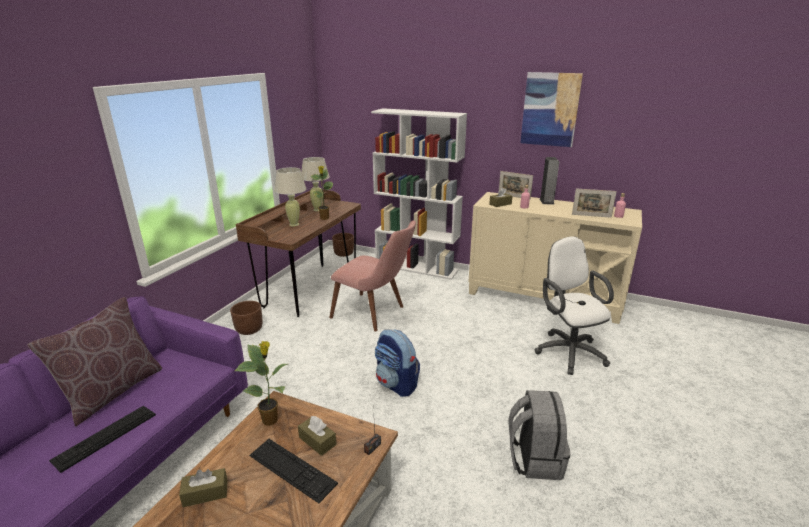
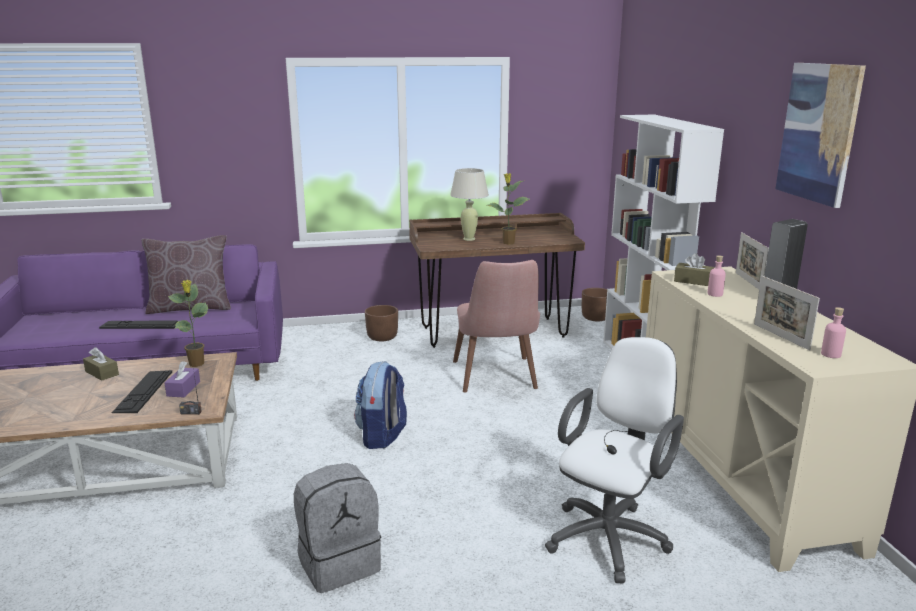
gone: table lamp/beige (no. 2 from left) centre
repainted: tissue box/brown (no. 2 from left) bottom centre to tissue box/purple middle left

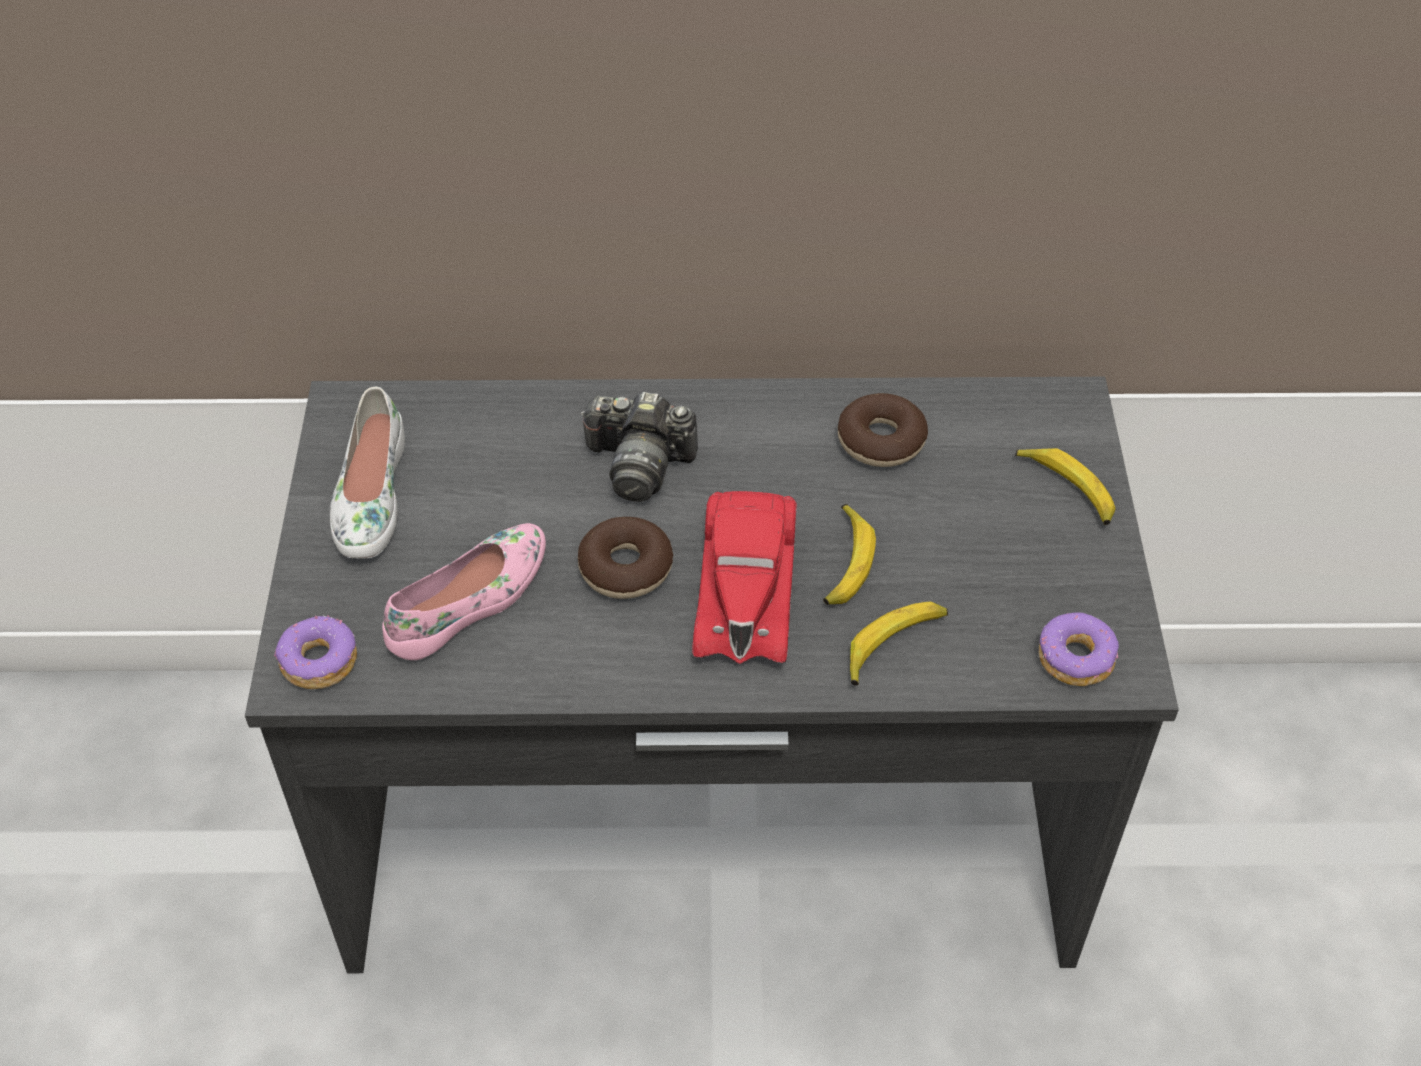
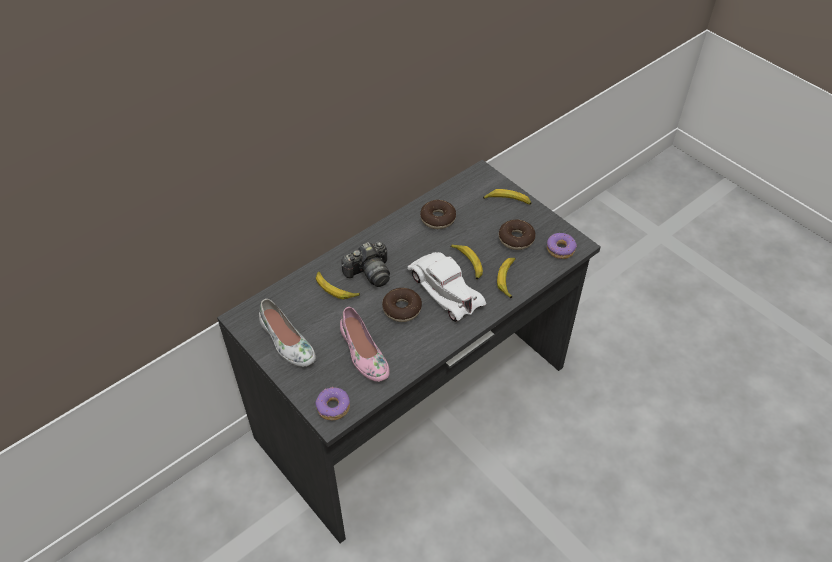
new: banana (no. 1 from left) centre; donut (no. 4 from left) centre
repainted: toy car/red centre to toy car/white centre
rotated: shoe/pink middle left = centre 150 degrees clockwise

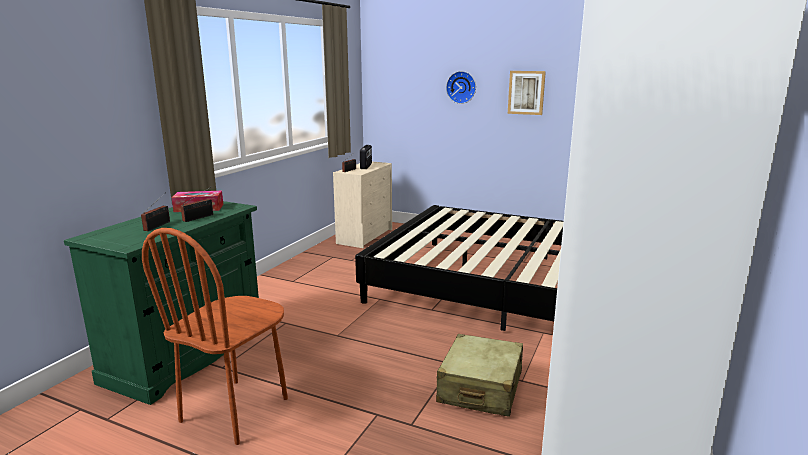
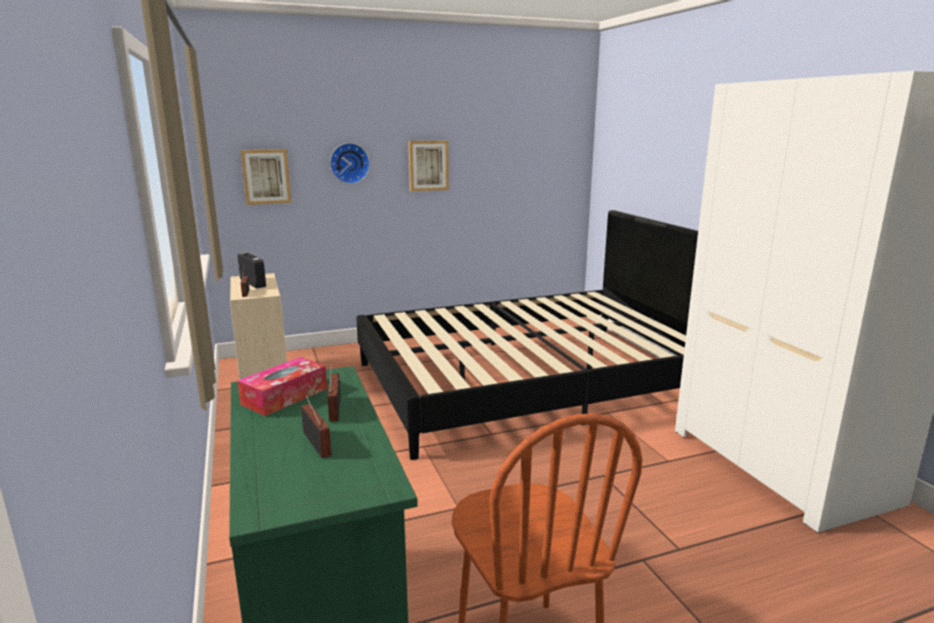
gone: suitcase/beige bottom centre
new: picture (no. 1 from left) top left

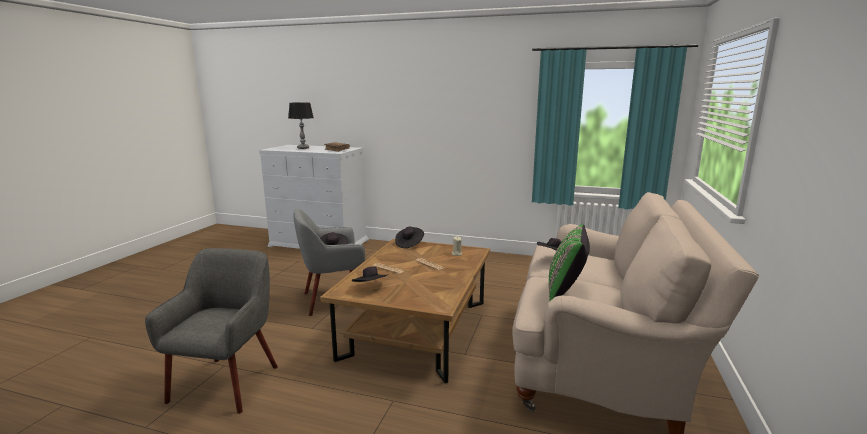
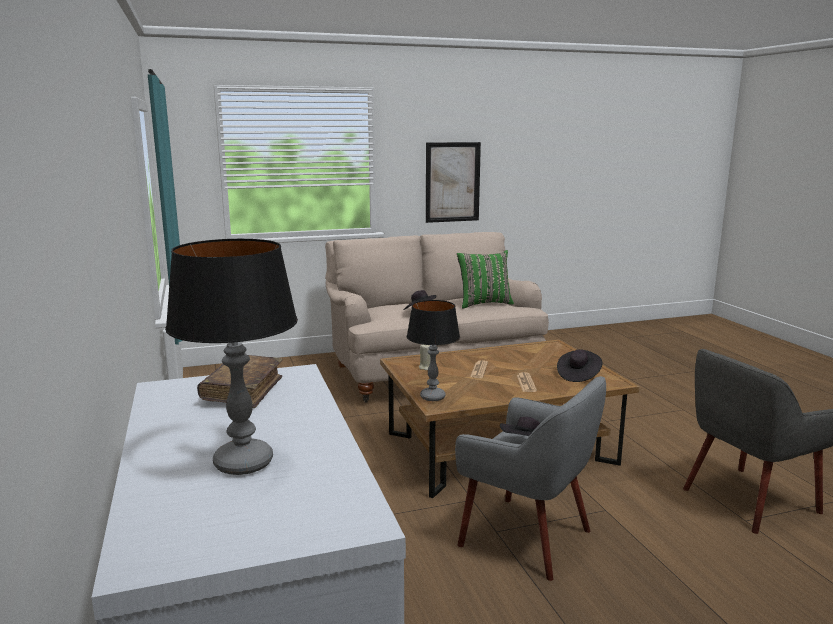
new: picture top centre
swapped: hat/black (no. 3 from left) centre to table lamp (no. 2 from left) centre

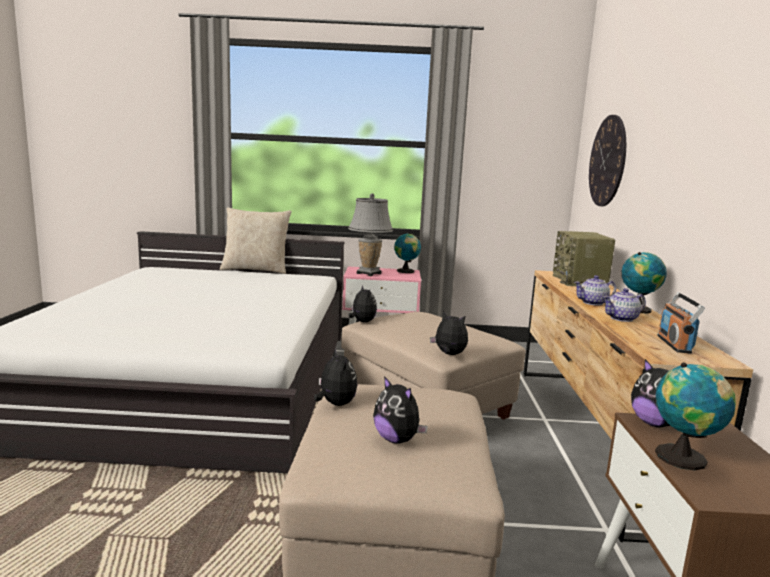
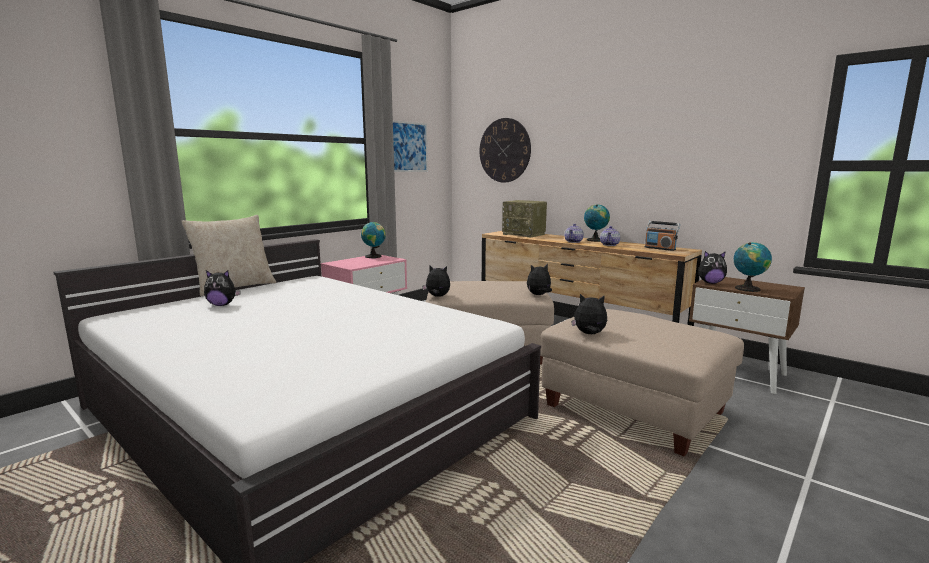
gone: table lamp/grey centre
new: picture top centre
shifted: plush toy (no. 3 from left in the first image) bottom centre to plush toy (no. 1 from left) middle left

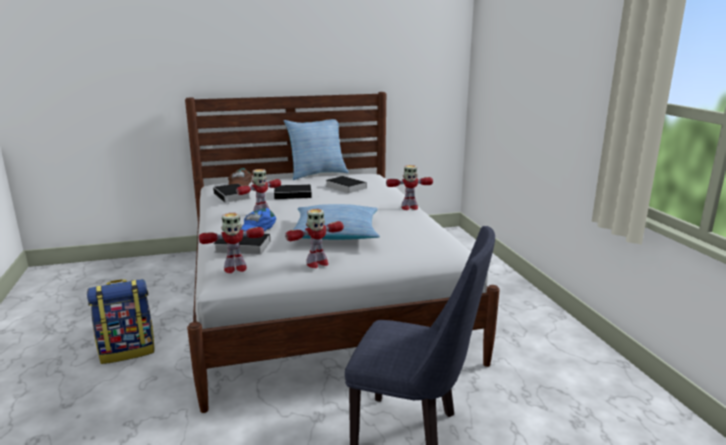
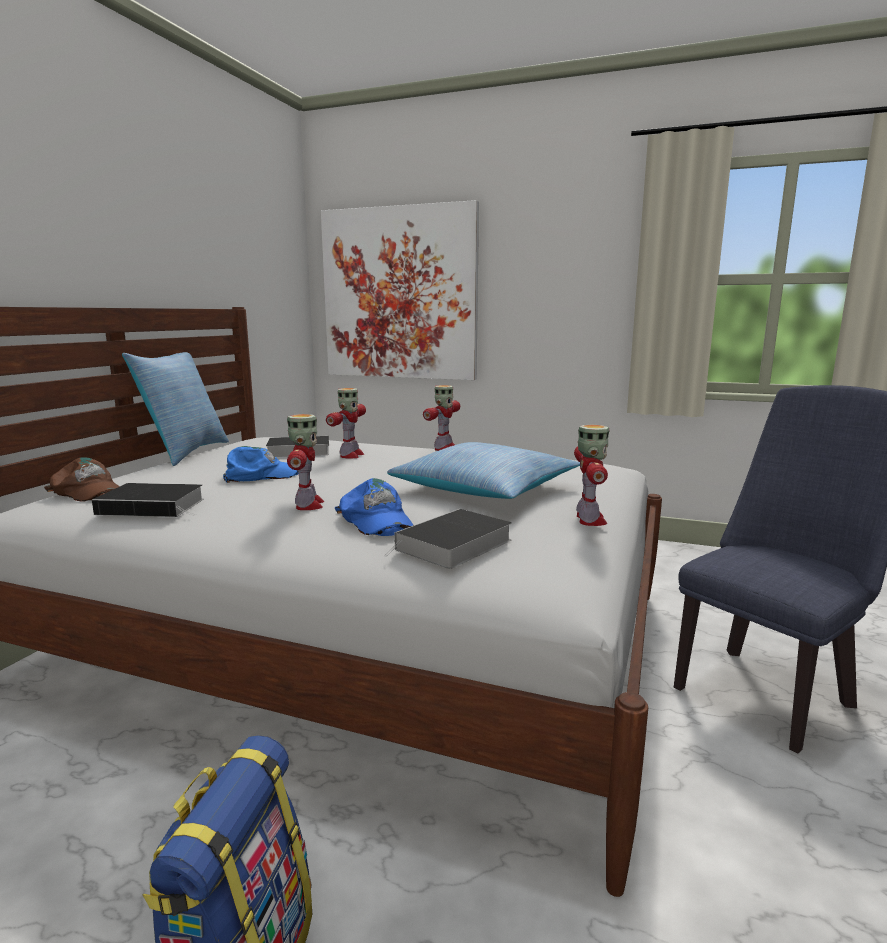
new: picture top centre
shifted: toy robot (no. 1 from left in the first image) middle left to toy robot (no. 2 from left) centre
swapped: book (no. 3 from left) centre to cap/blue (no. 1 from left) middle left

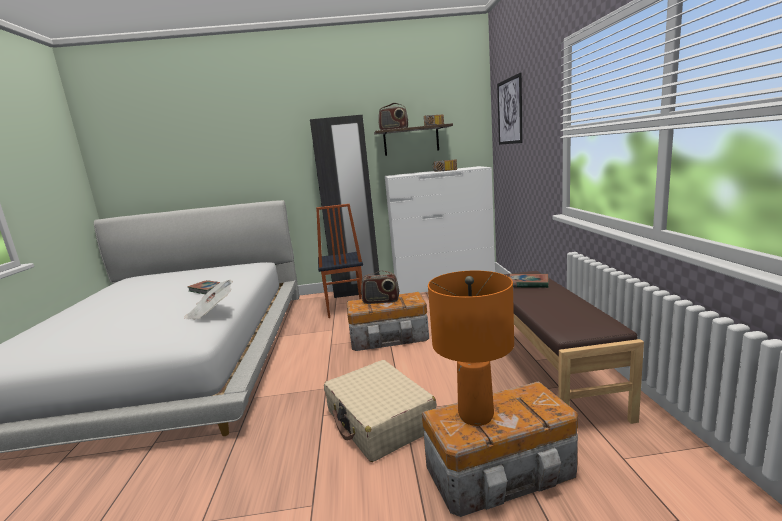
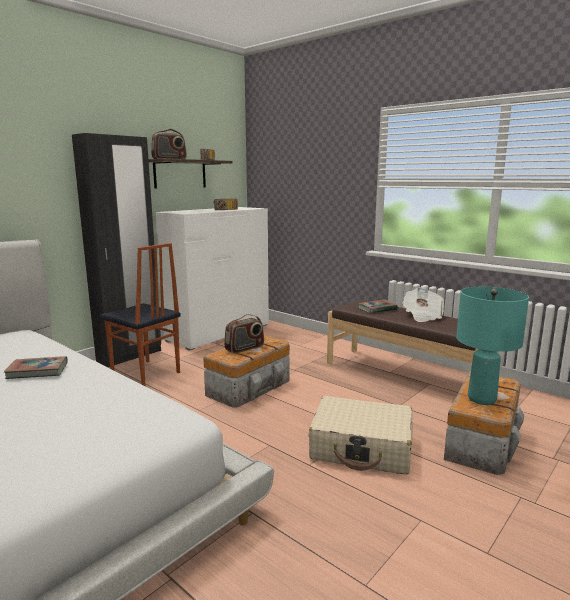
gone: picture top centre
shifted: newspaper middle left to middle right
repainted: table lamp/orange bottom centre to table lamp/turquoise middle right

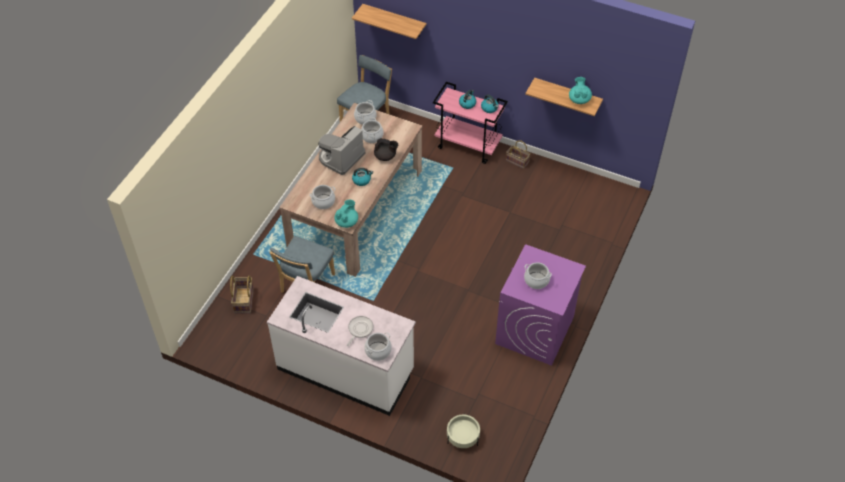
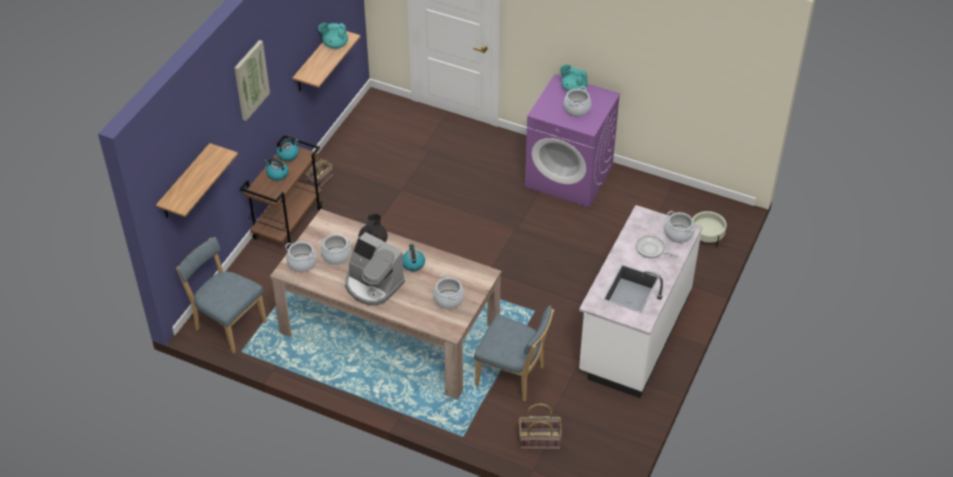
new: picture top left
shifted: teapot/turquoise (no. 1 from left in the first image) centre to teapot/turquoise (no. 2 from left) top centre
repainted: cart/pink top centre to cart/brown middle left

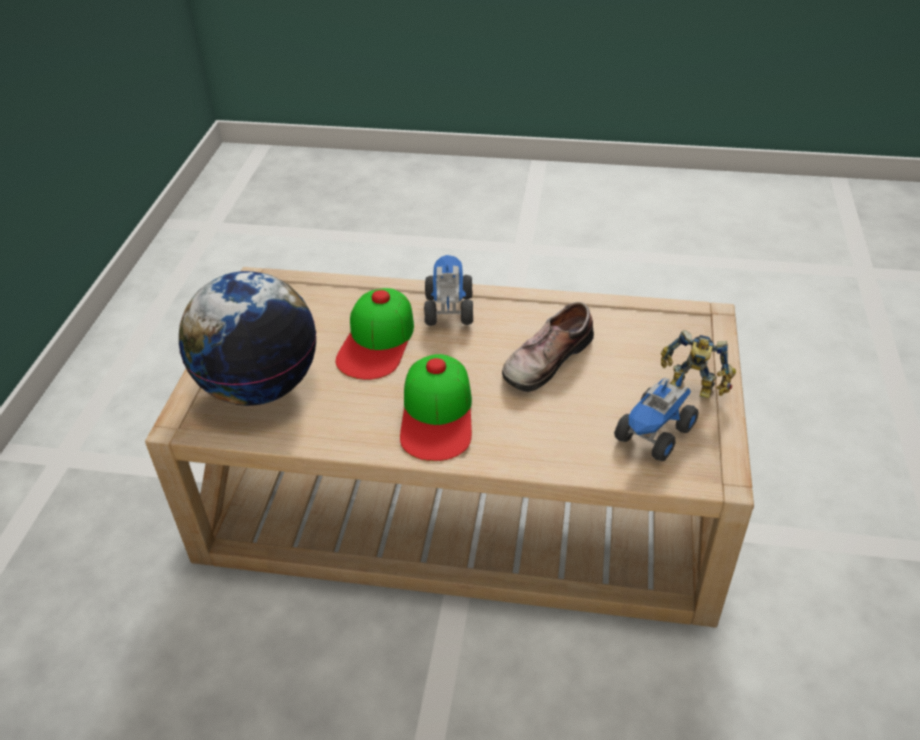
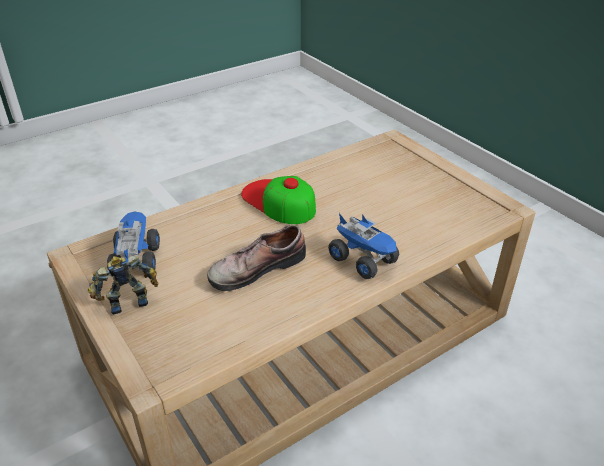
gone: globe middle left; cap (no. 1 from left) centre
rotated: shoe centre = centre 120 degrees counterclockwise

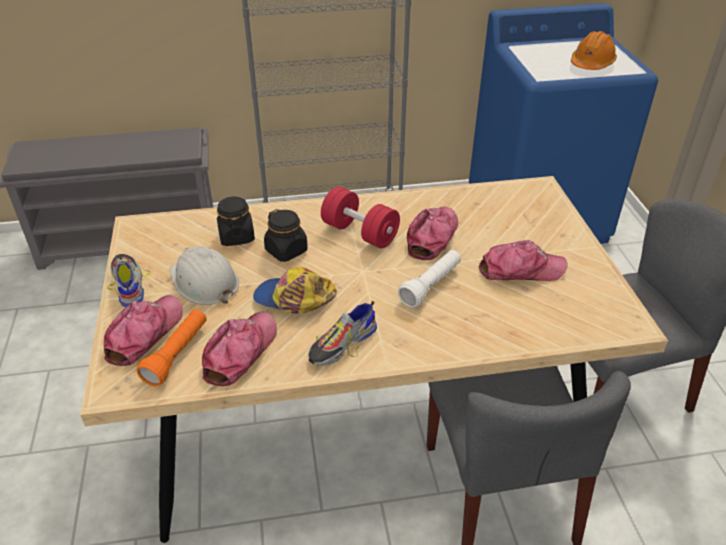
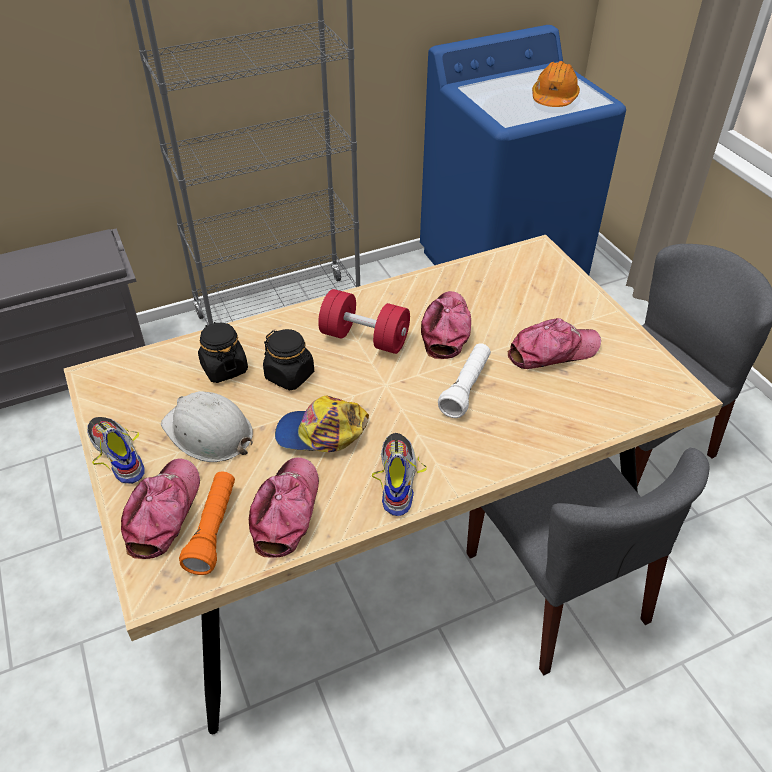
rotated: shoe (no. 2 from left) centre = centre 150 degrees clockwise

